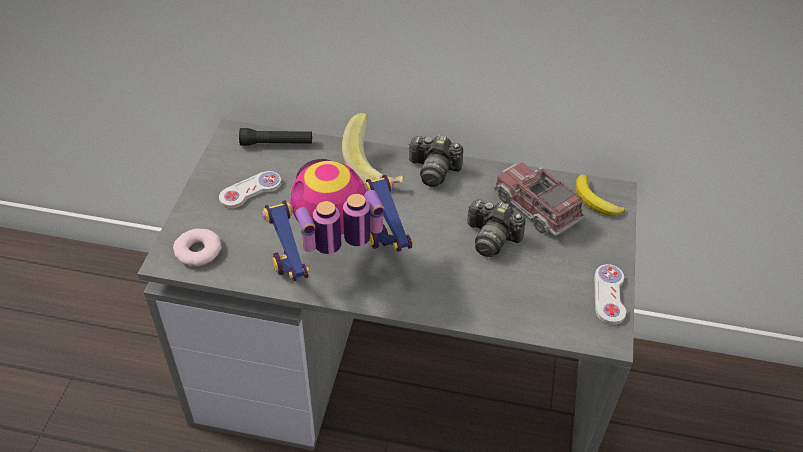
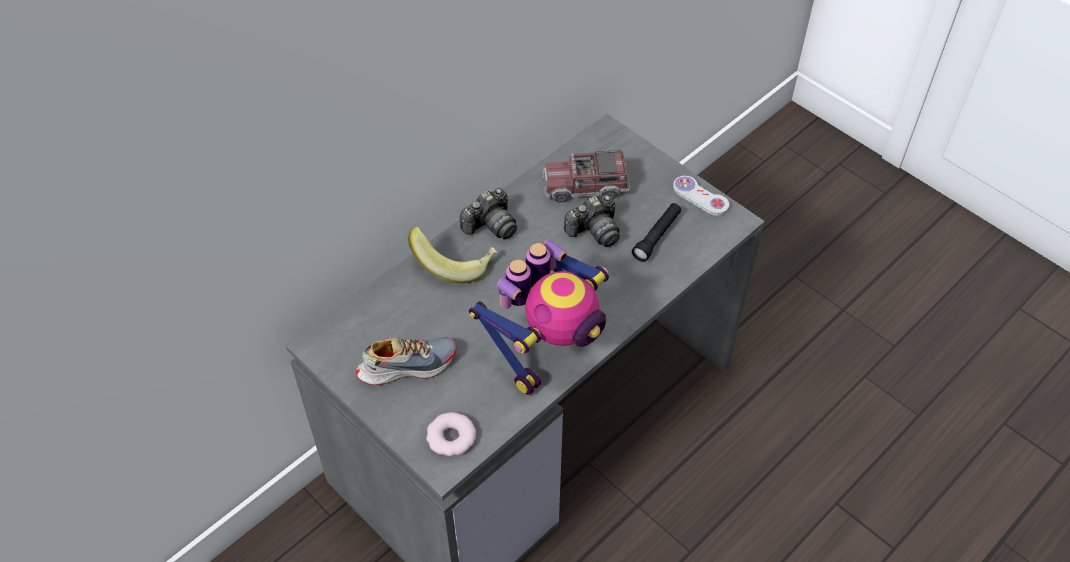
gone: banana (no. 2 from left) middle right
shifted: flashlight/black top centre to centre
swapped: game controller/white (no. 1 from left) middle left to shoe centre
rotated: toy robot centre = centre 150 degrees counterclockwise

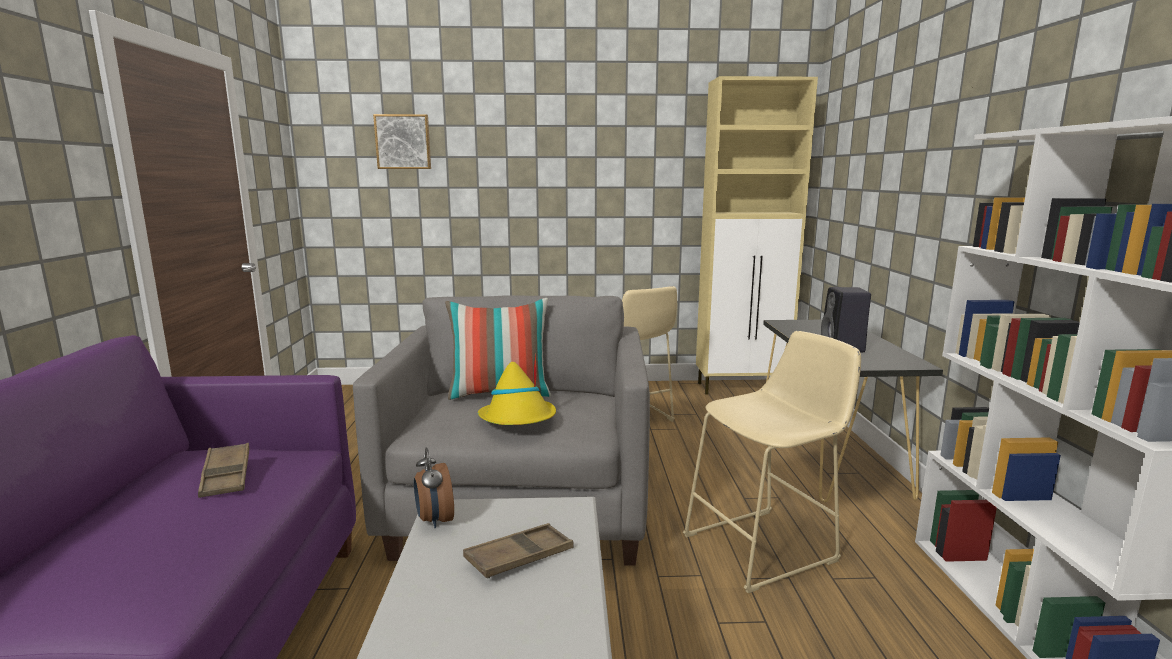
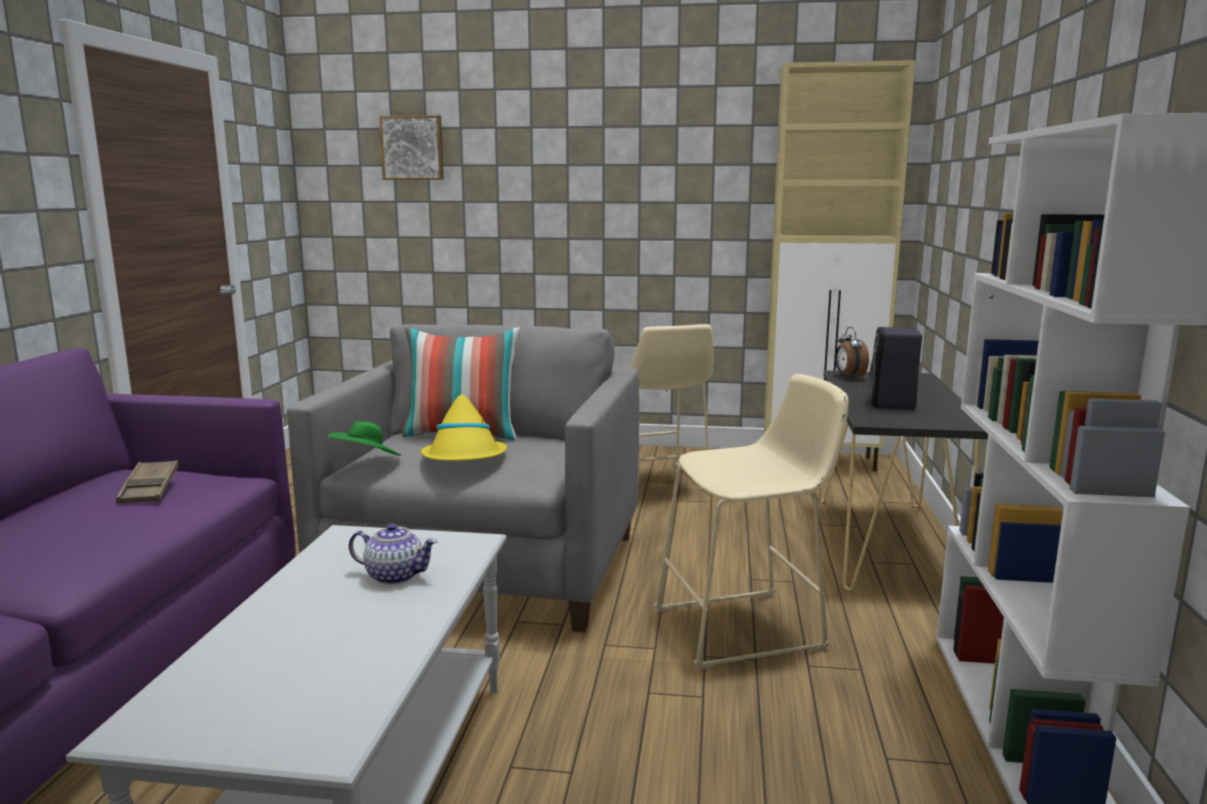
new: hat/green middle left
shifted: alarm clock bottom centre to middle right
swapped: tray/brown (no. 2 from left) bottom centre to teapot bottom left

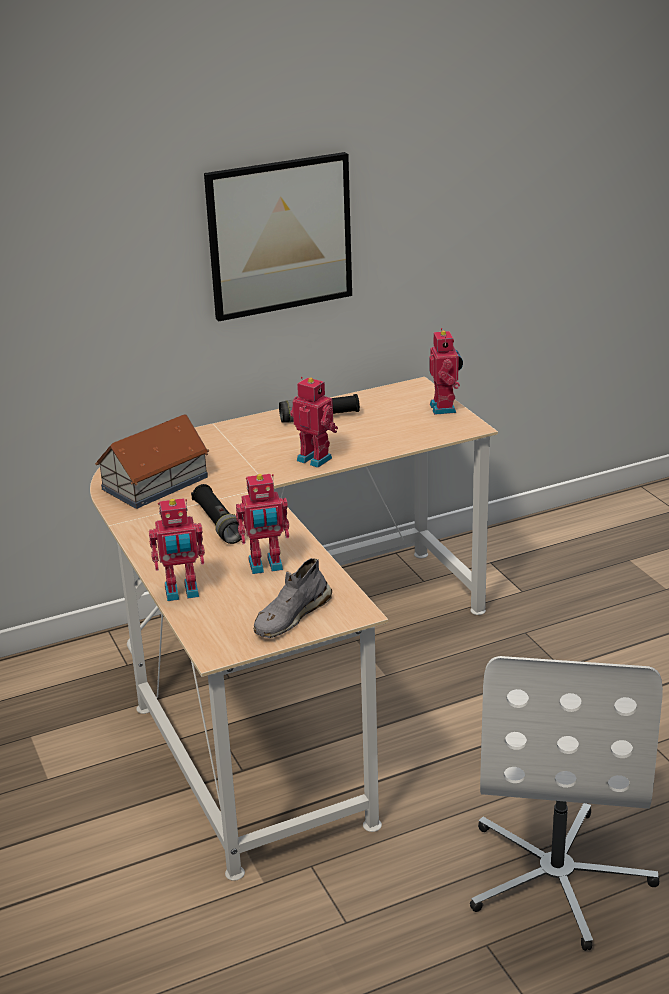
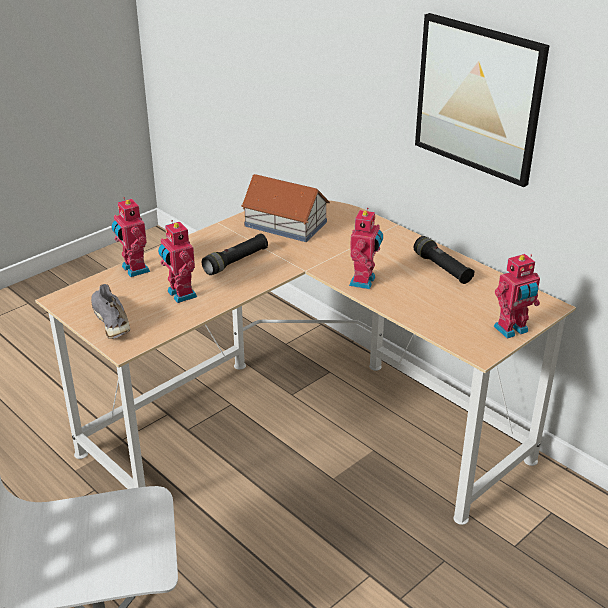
rotated: shoe/grey centre = middle left 45 degrees clockwise

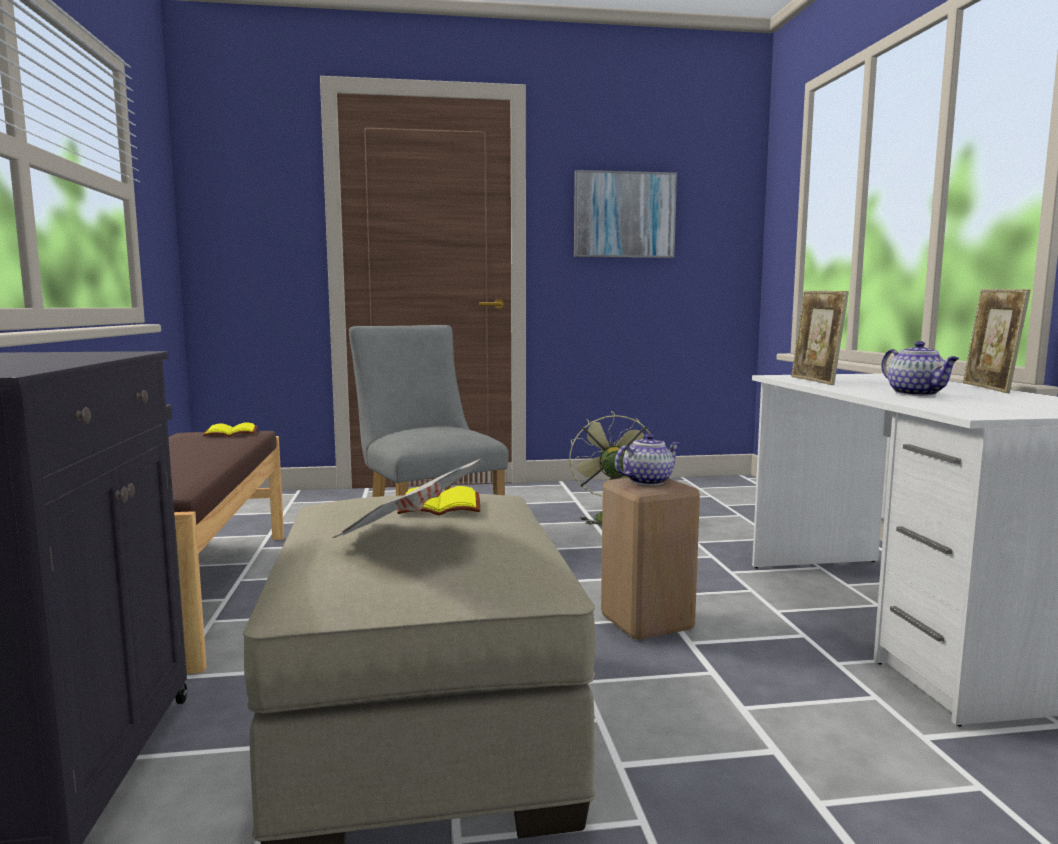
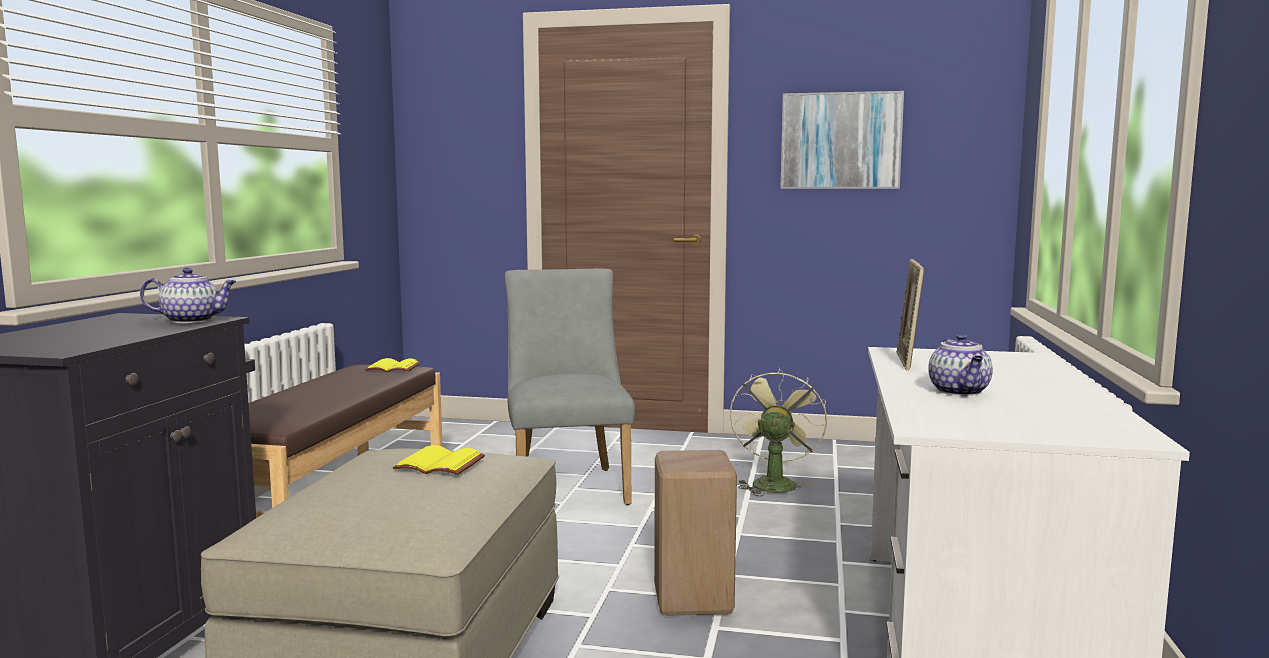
gone: newspaper centre; picture frame (no. 2 from left) middle right
shifted: teapot (no. 1 from left) centre to middle left

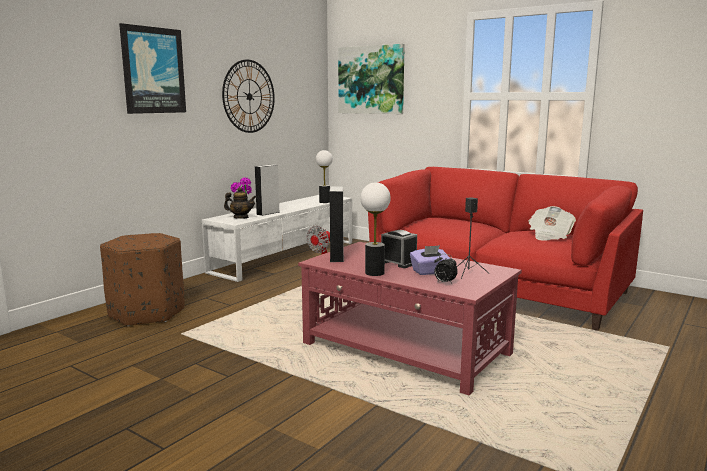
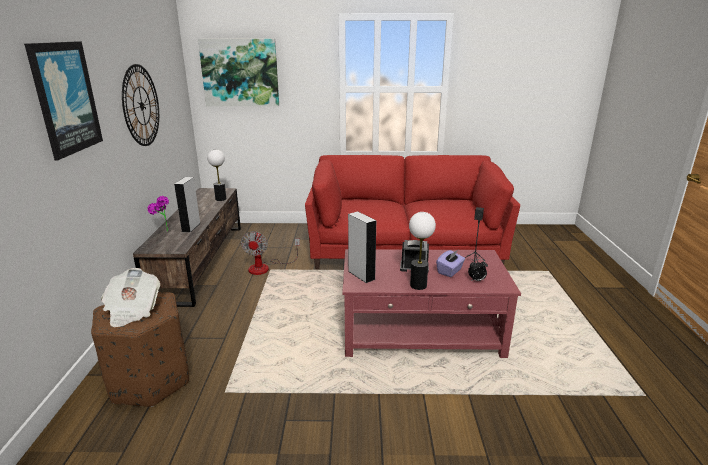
gone: teapot centre
shifted: newspaper middle right to middle left
repainted: tv stand/white centre to tv stand/brown middle left

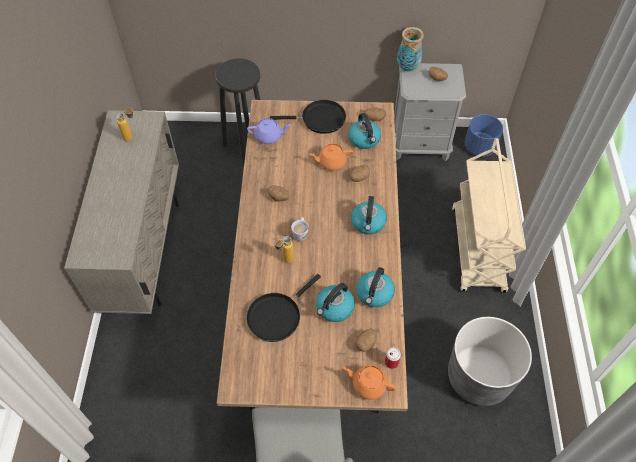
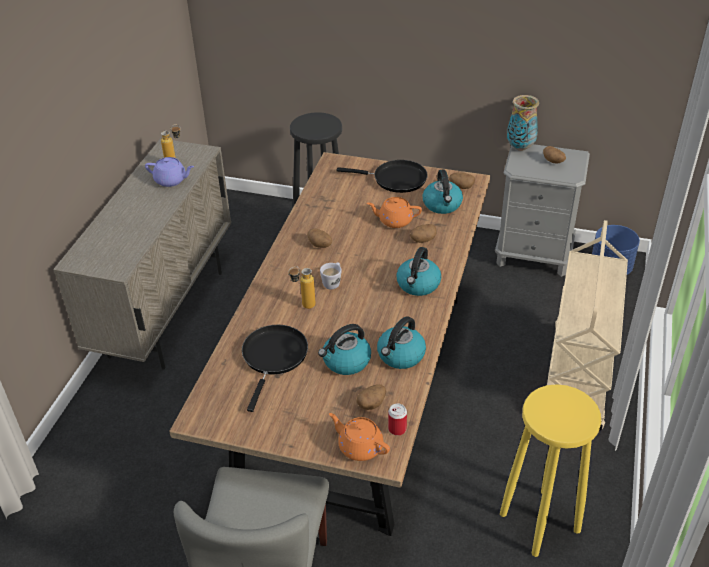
shifted: teapot/purple top centre to top left
swapped: planter/grey bottom right to stool/yellow bottom right
rotated: frying pan/black (no. 1 from left) bottom centre = centre 135 degrees clockwise

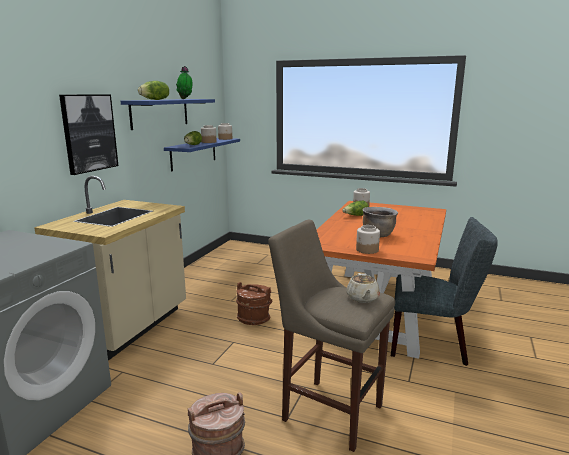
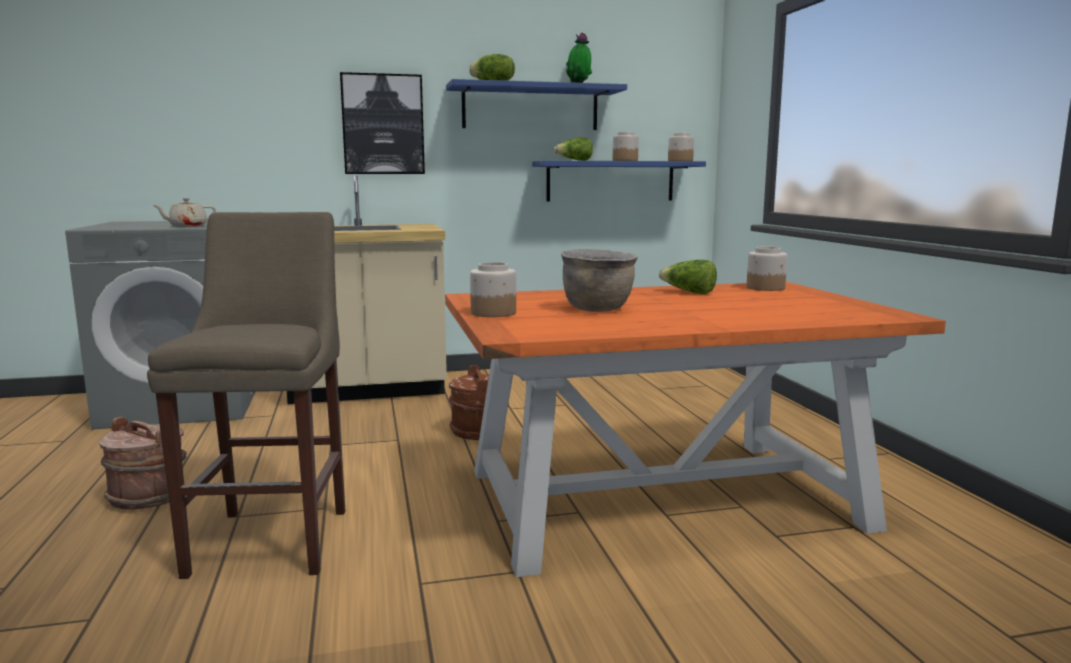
gone: chair/grey middle right
shifted: teapot/beige centre to top left

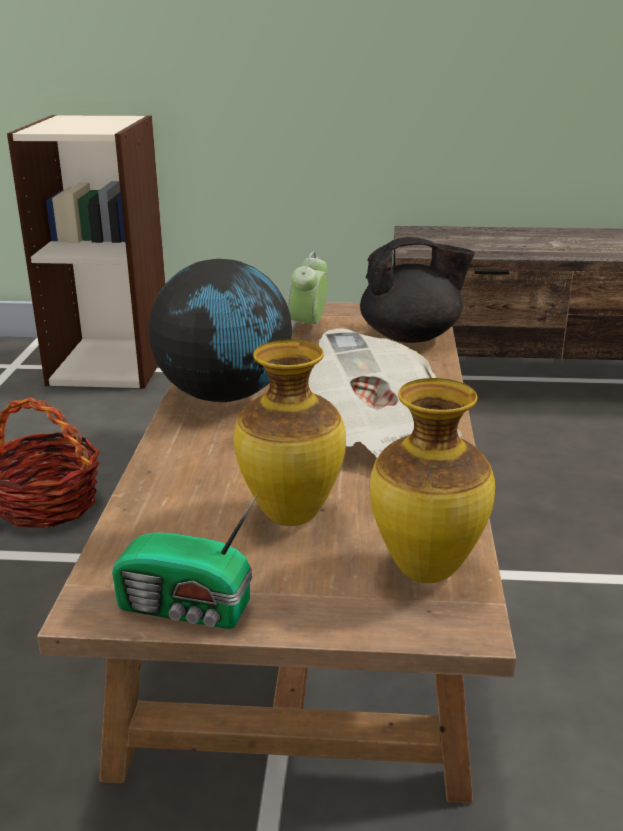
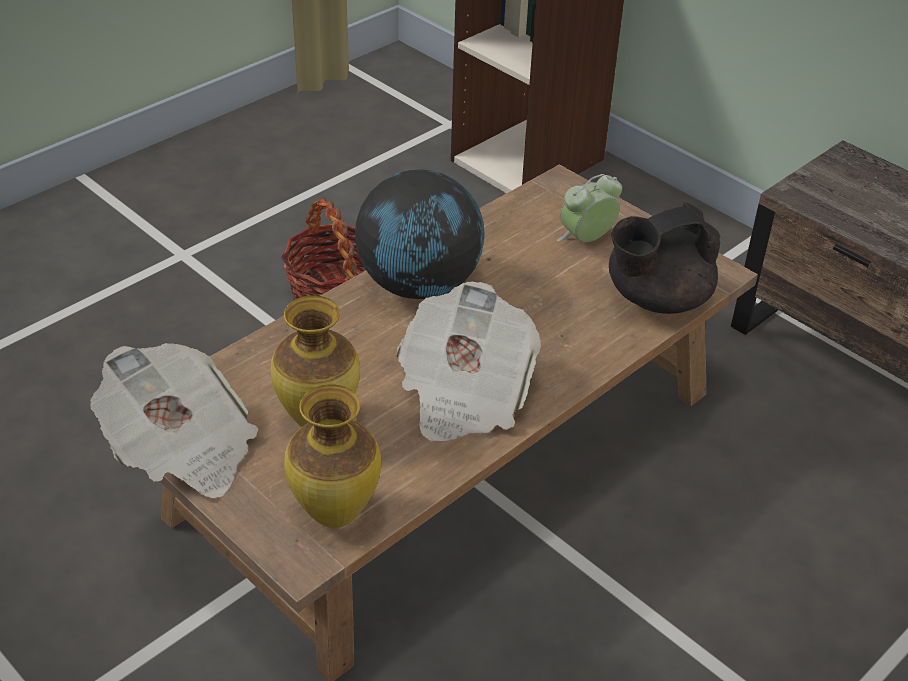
swapped: radio bottom left to newspaper (no. 1 from left) middle left
rotated: teapot/black middle right = middle right 120 degrees clockwise

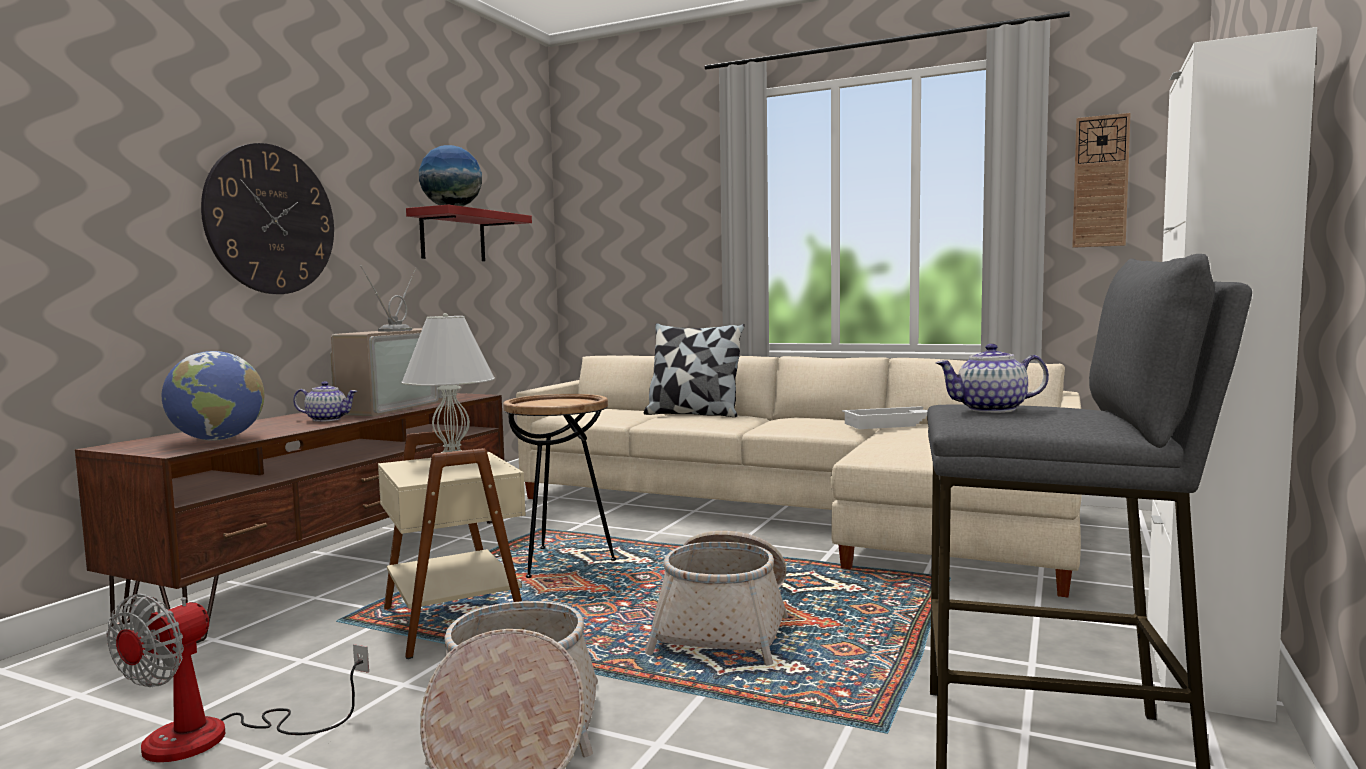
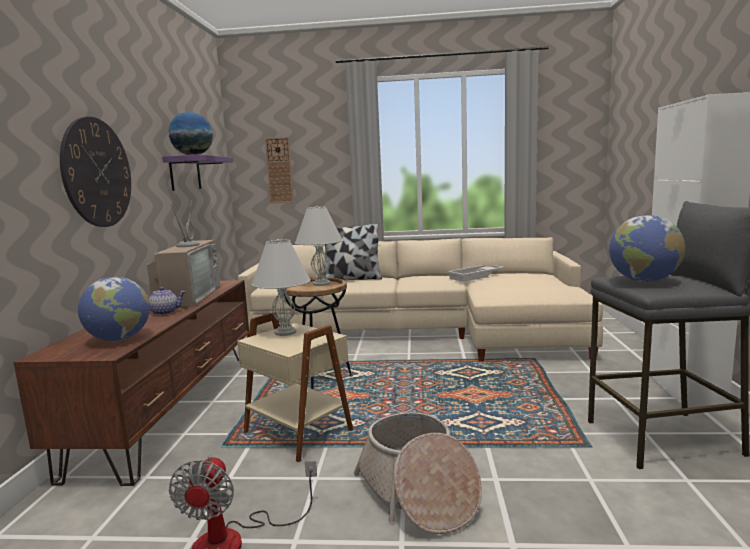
gone: basket (no. 2 from left) bottom centre
new: table lamp/white (no. 2 from left) centre
shifted: wall clock (no. 2 from left) top right to top centre
swapped: teapot (no. 2 from left) middle right to globe (no. 3 from left) middle right
repainted: shelf/red top centre to shelf/purple top left

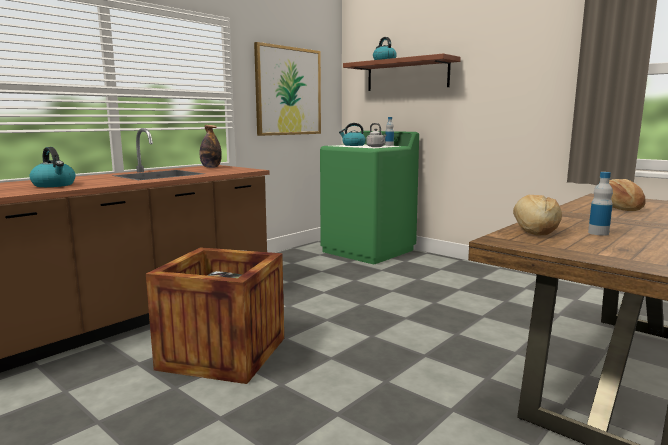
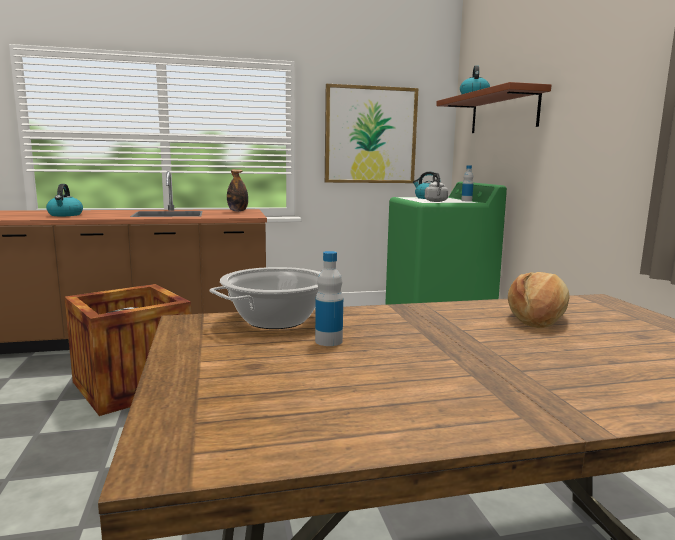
swapped: bread (no. 1 from left) middle right to cooking pot centre

